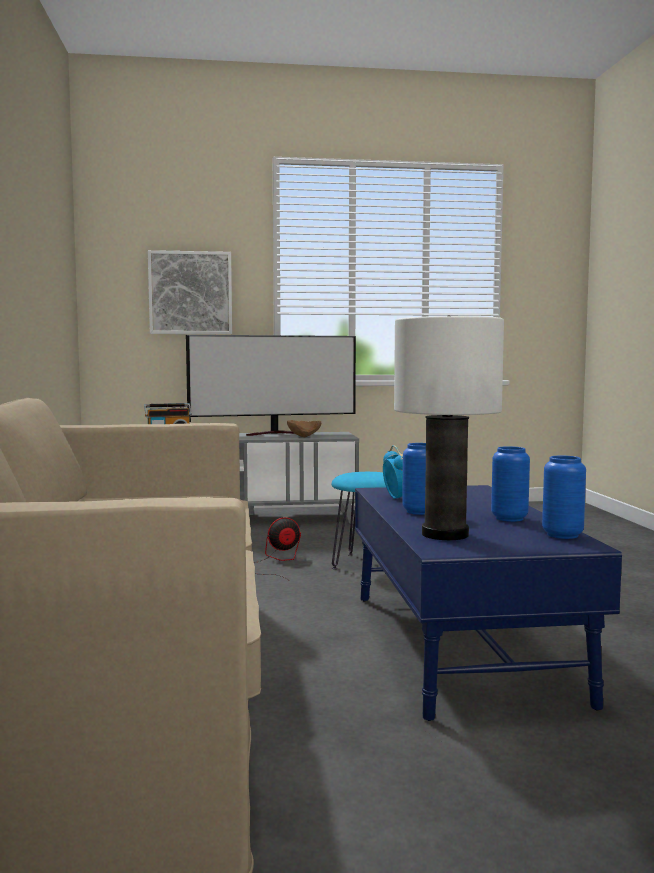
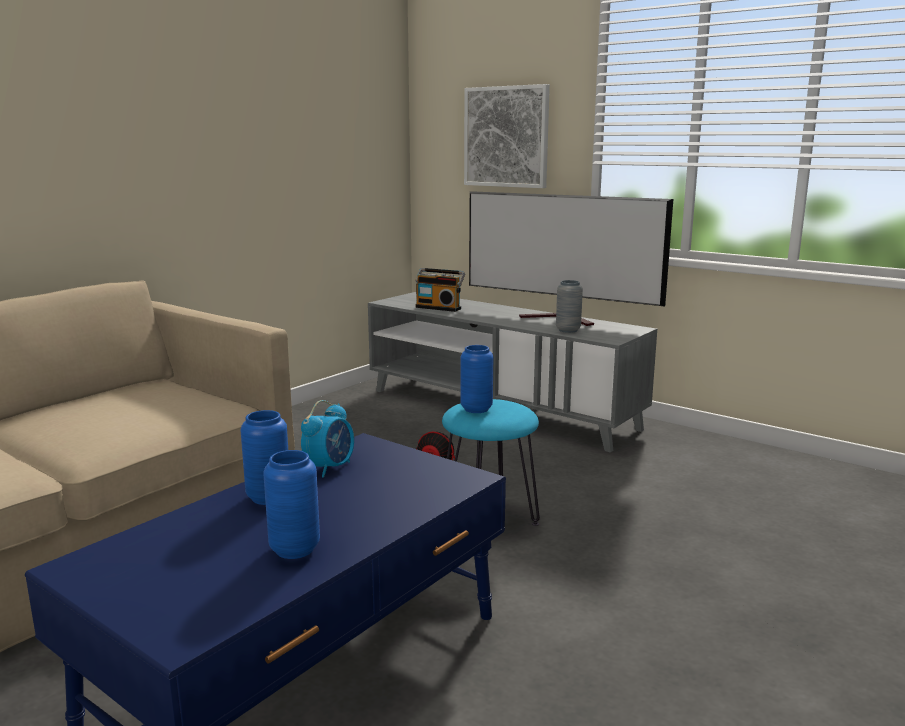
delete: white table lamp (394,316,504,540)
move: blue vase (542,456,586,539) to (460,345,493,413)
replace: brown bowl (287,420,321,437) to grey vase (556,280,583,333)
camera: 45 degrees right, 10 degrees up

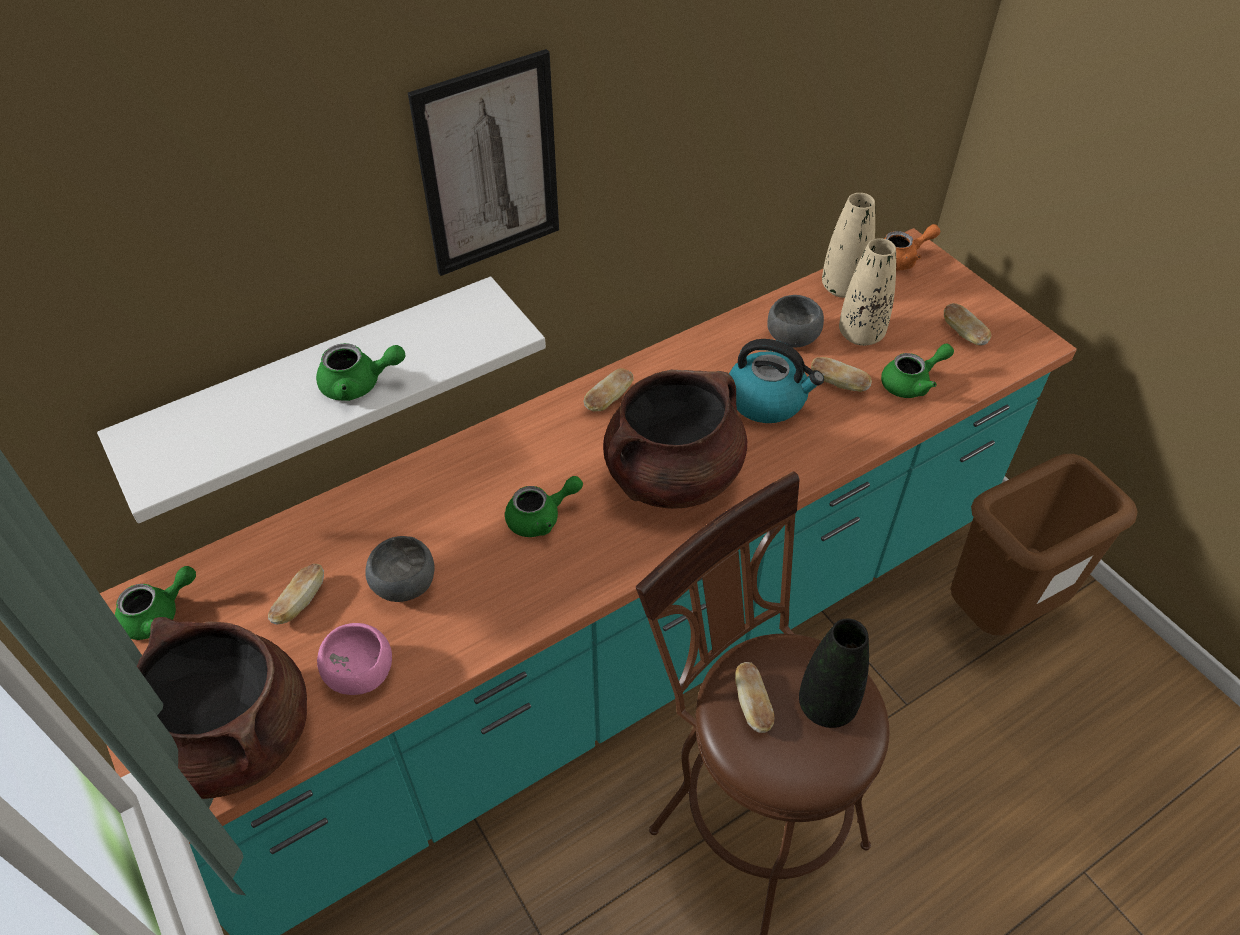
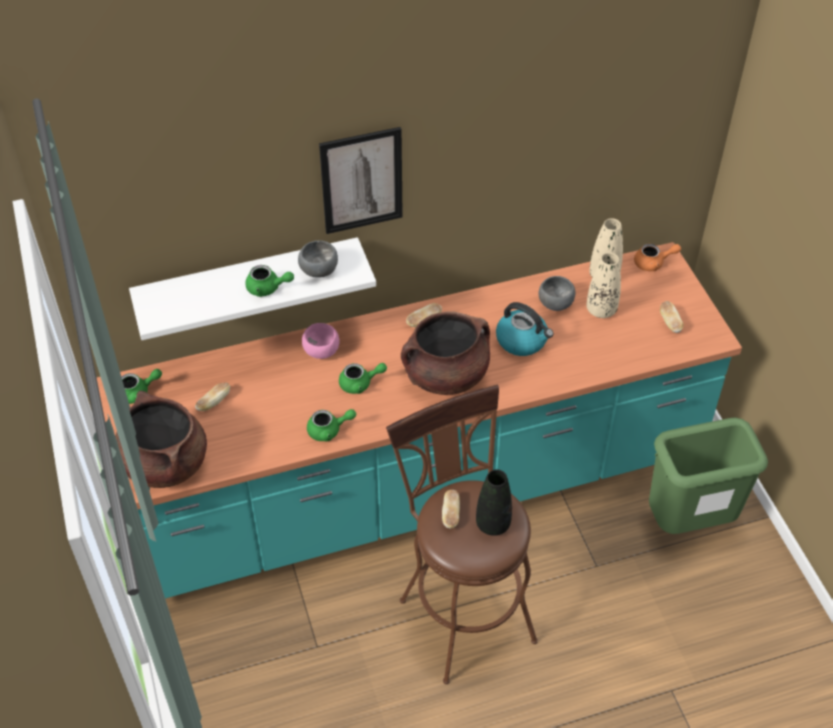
delete: bread (811,357,872,392)
move: pink bowl (317,623,392,695) to (302,323,340,359); grey bowl (365,536,435,602) to (298,240,338,278); green teapot (881,343,954,398) to (307,409,356,442)
recolor: brown trash can (951,454,1138,635) to green trash can (649,418,768,534)
camera: 15 degrees right, 0 degrees up

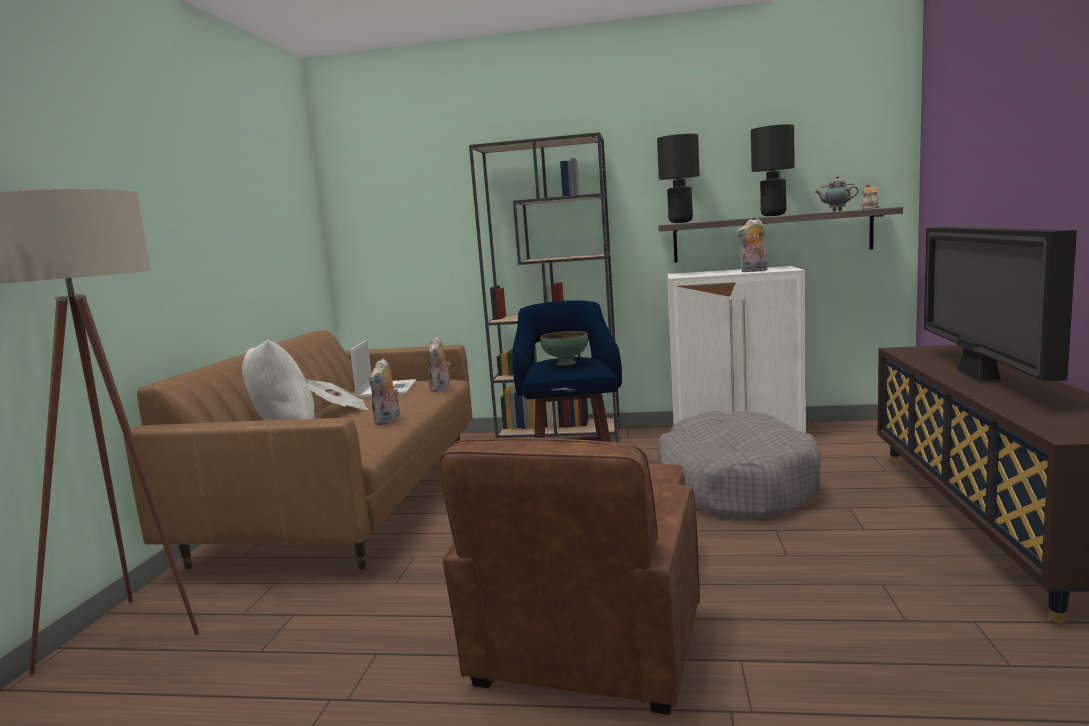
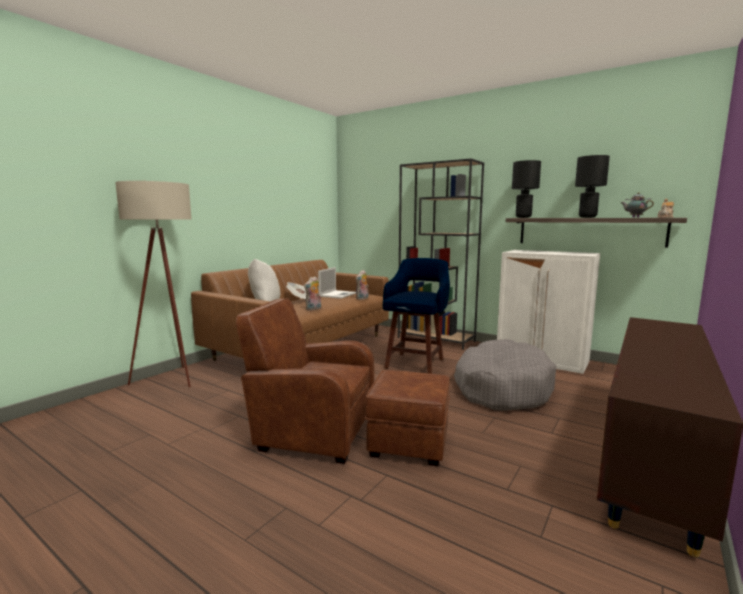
delete: green bowl (540,331,588,366); plush toy (736,218,768,272); television (924,227,1077,384)
rotate: brown armchair (438,438,700,715) = (236,298,450,466) 60 degrees clockwise
camera: 25 degrees right, 0 degrees up

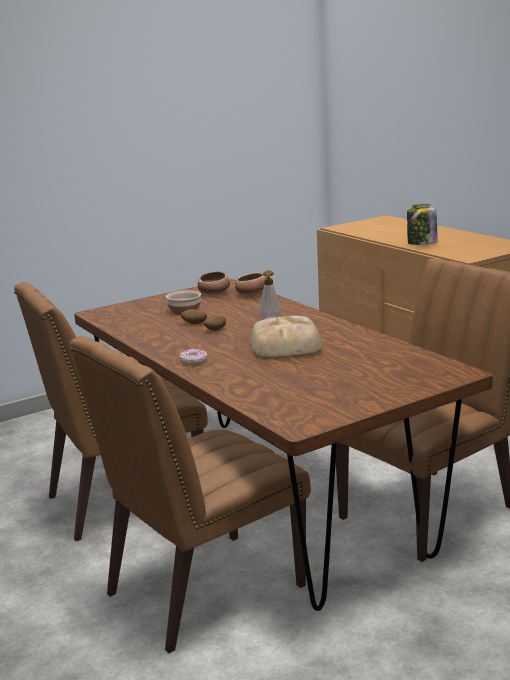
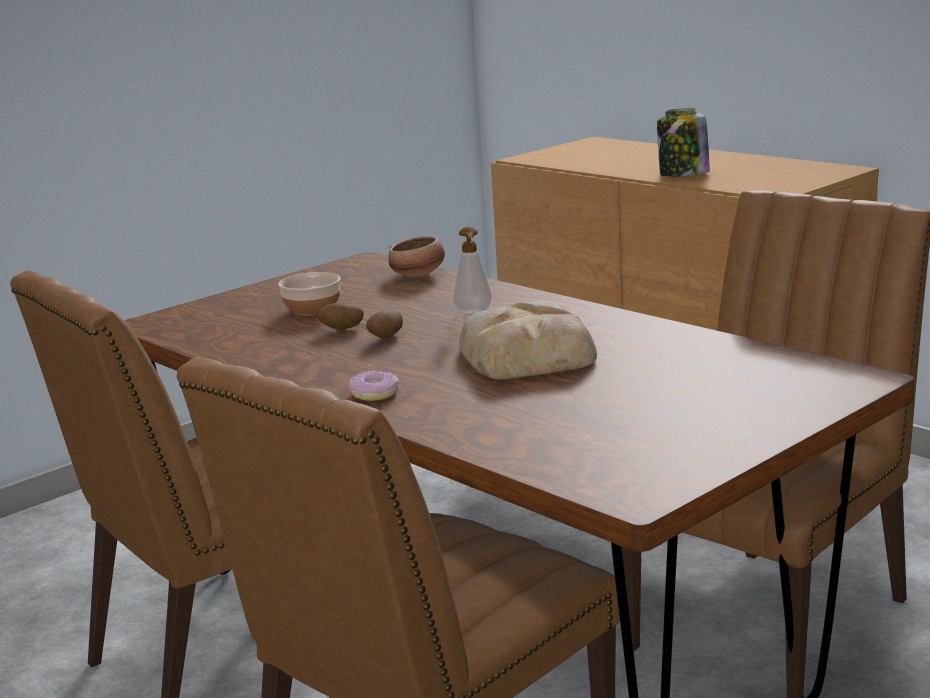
delete: bowl (198,271,230,295)
camera: 10 degrees left, 0 degrees up

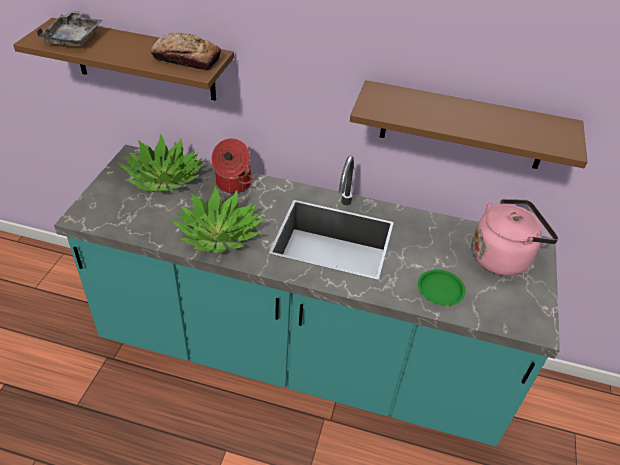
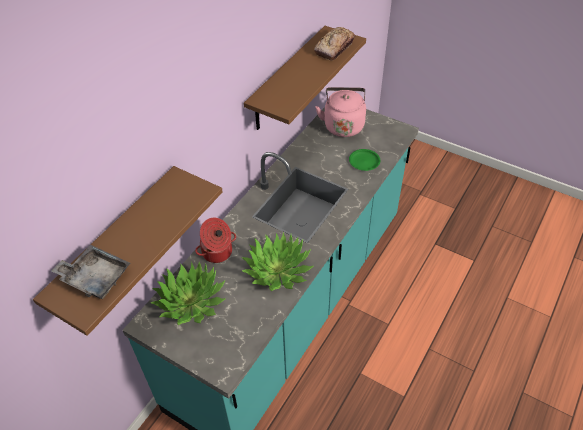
move: bread (151,32,221,71) to (314,27,355,61)
camera: 70 degrees left, 5 degrees up

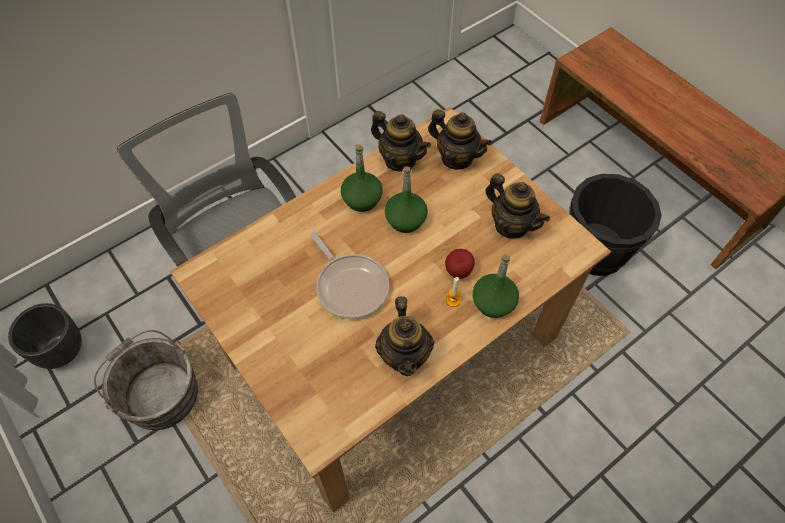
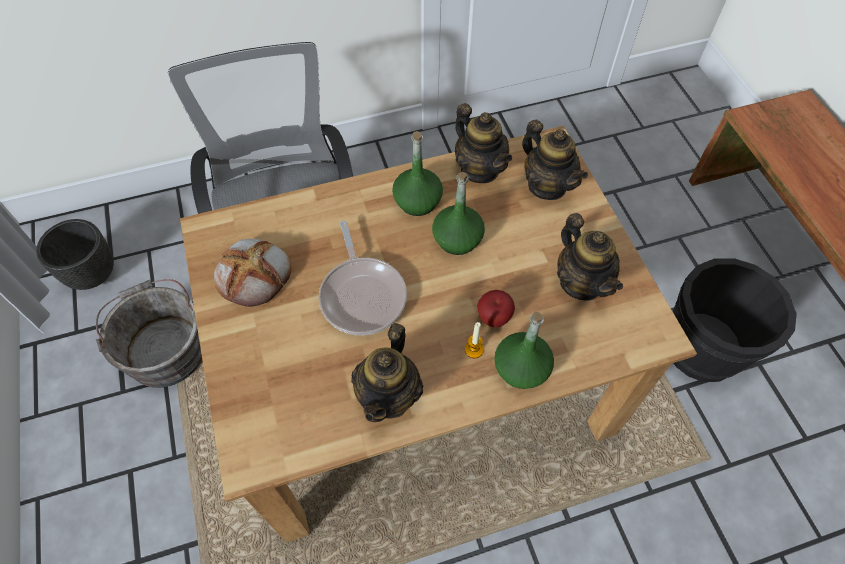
insert: bread (214,239,291,307)
camera: 20 degrees right, 0 degrees up

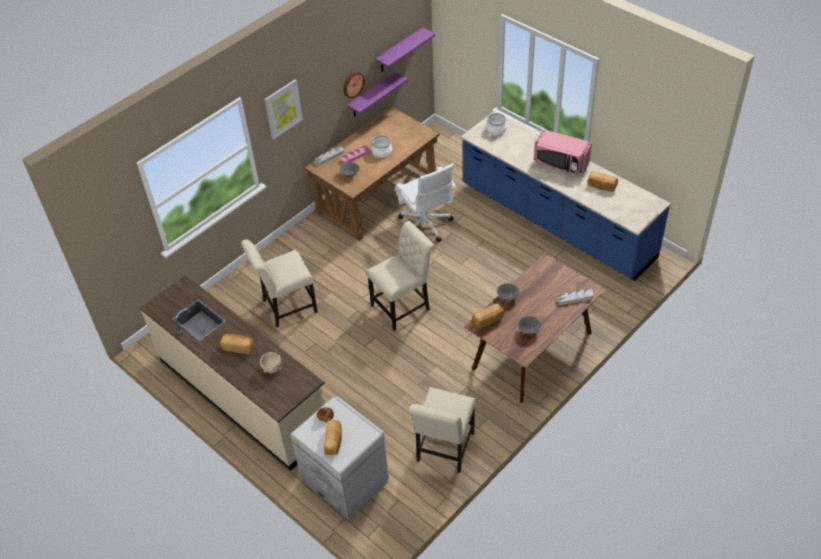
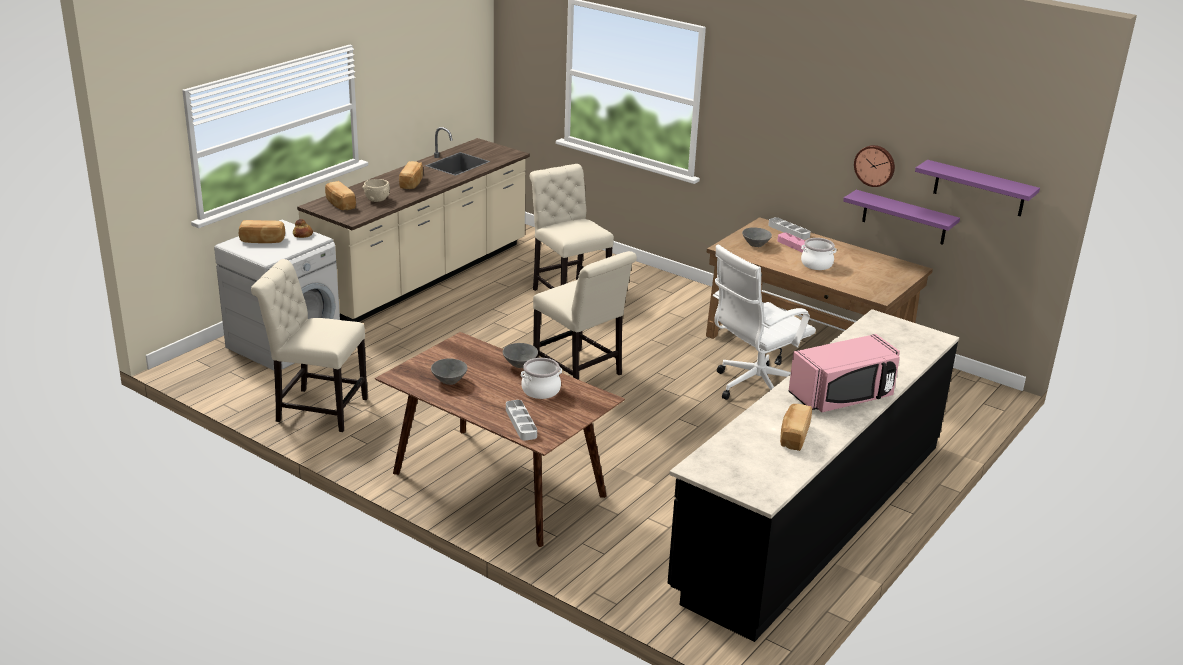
delete: picture (265,79,303,140)
move: bread (472,303,504,328) to (325,181,356,210); cooking pot (486,113,507,136) to (521,358,562,399)
recolor: blue counter (461,111,671,281) to black counter (668,309,959,642)
rotate: pink microwave (534,129,592,174) = (789,334,900,412) 135 degrees counterclockwise
camera: 80 degrees right, 20 degrees down

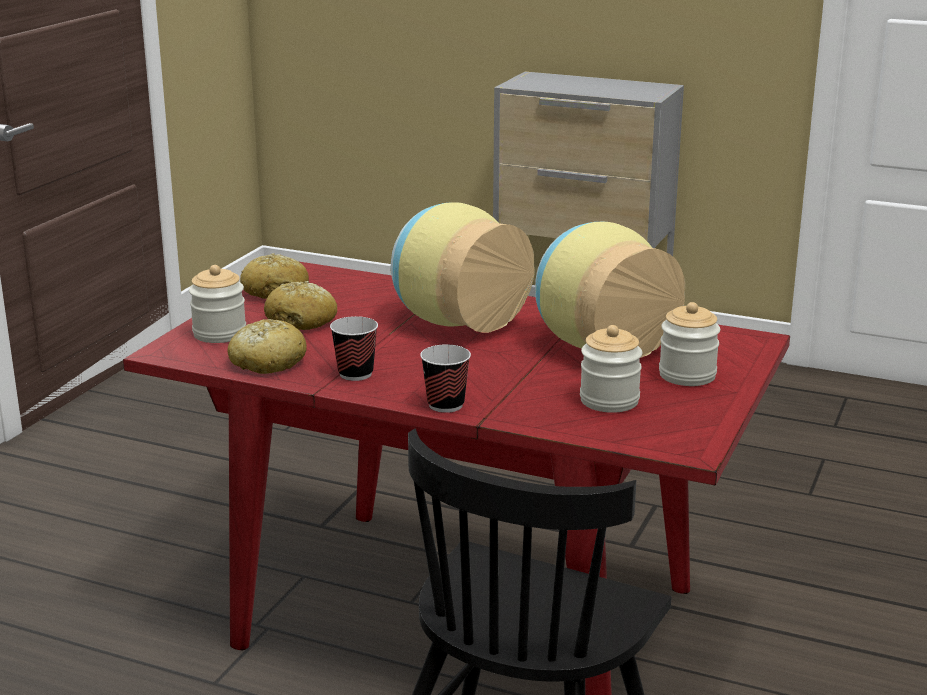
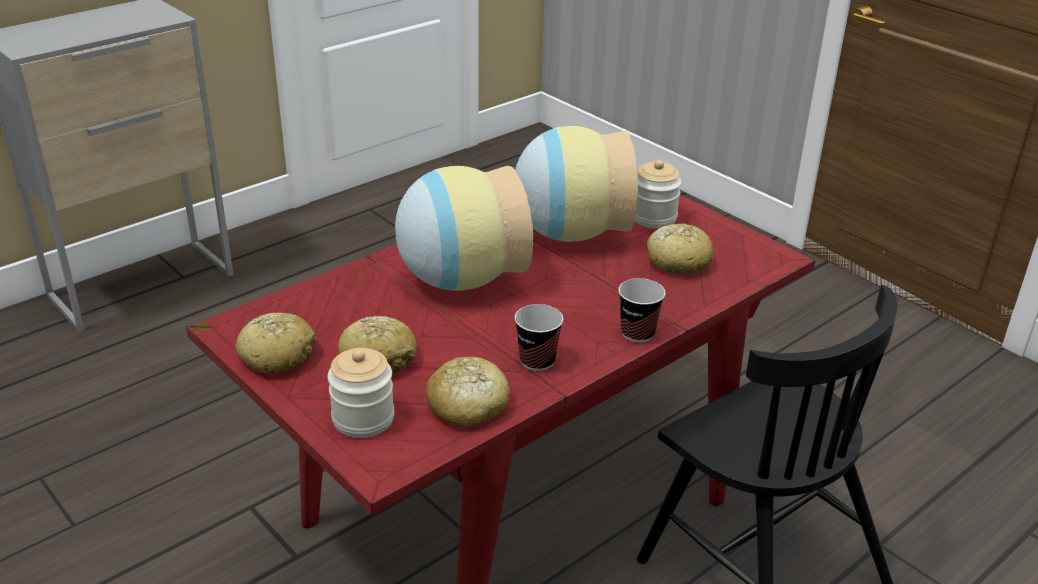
replace: jar (580,325,642,413) to bread (647,224,713,274)
camera: 65 degrees left, 10 degrees up

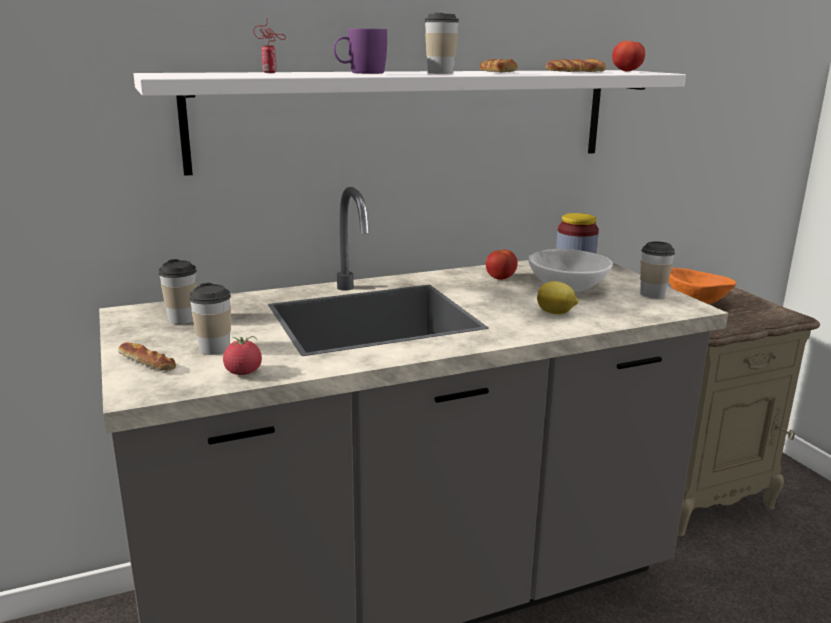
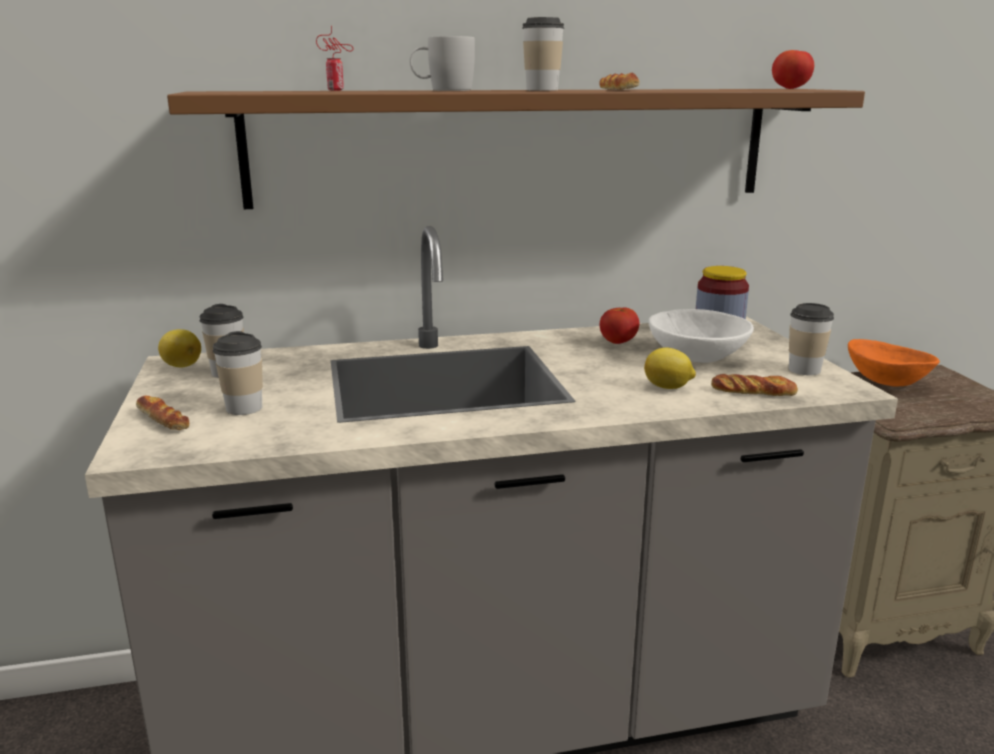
delete: tomato (223,336,262,375)
insert: lemon (158,329,201,367)
move: bread (546,59,606,72) to (711,374,798,396)
recolor: white shelf (133,70,686,176) to brown shelf (167,89,865,209); purple mug (333,29,387,74) to white mug (410,36,475,91)
camera: 10 degrees right, 0 degrees up

